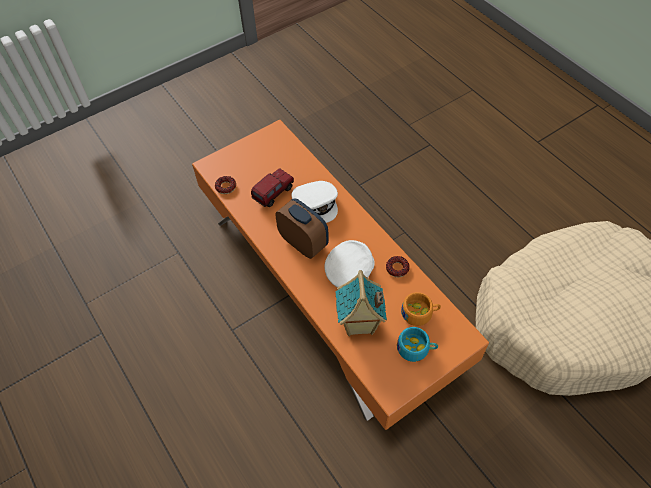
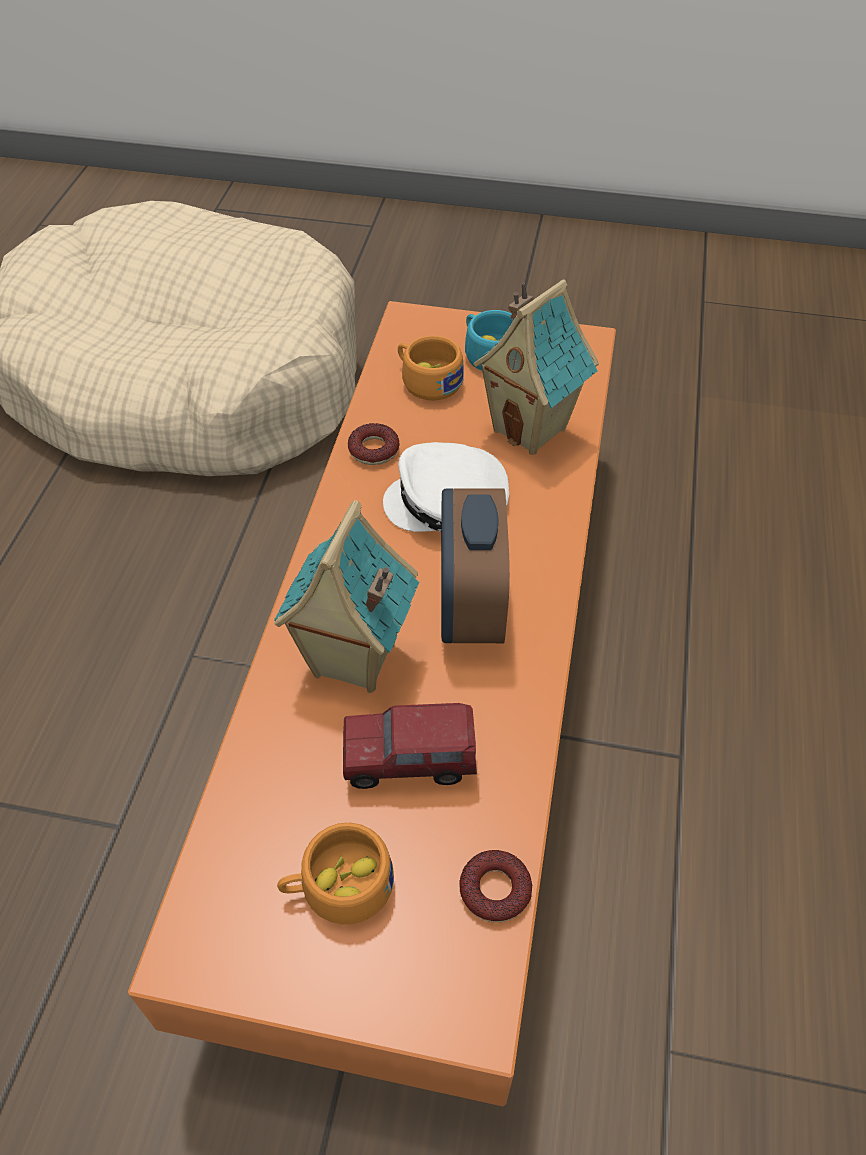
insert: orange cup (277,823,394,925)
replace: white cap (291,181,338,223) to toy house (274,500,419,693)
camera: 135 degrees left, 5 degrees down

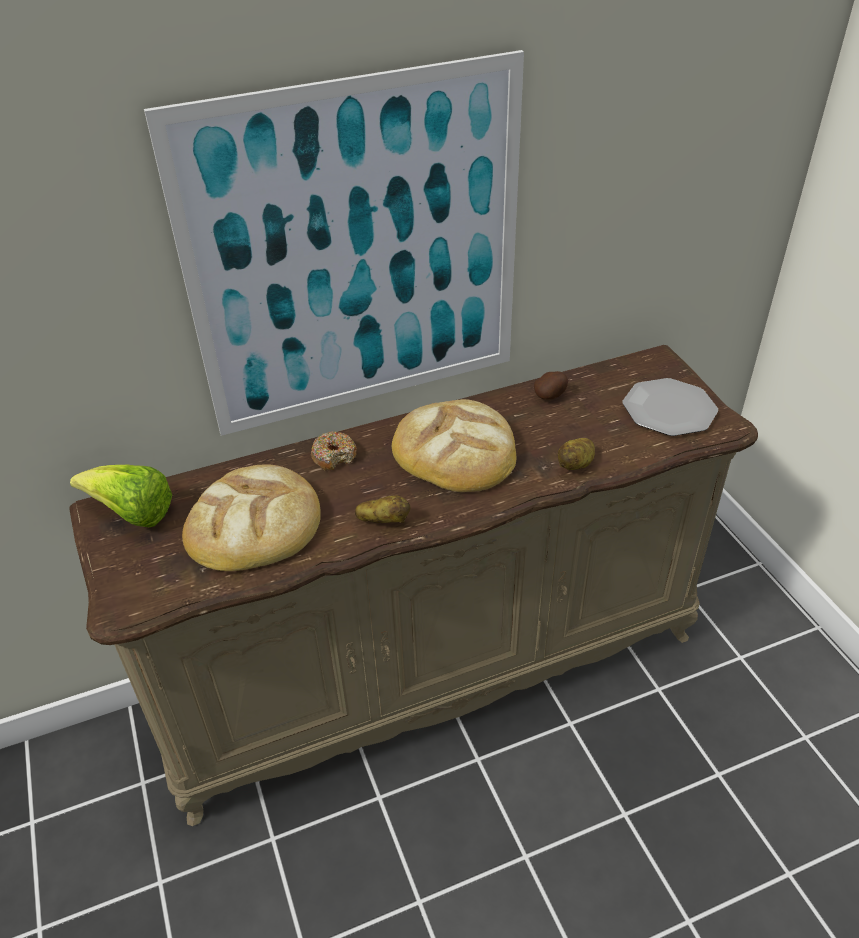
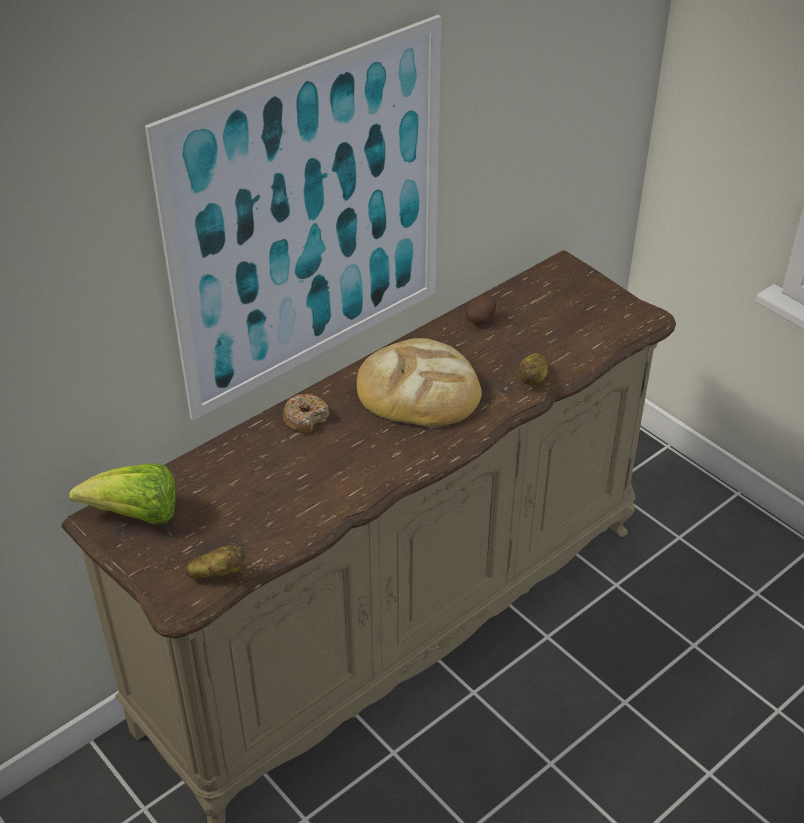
delete: bread (182,464,321,571); plate (623,378,718,436)
move: potato (355,495,410,523) to (186,545,245,579)
camera: 20 degrees left, 0 degrees up

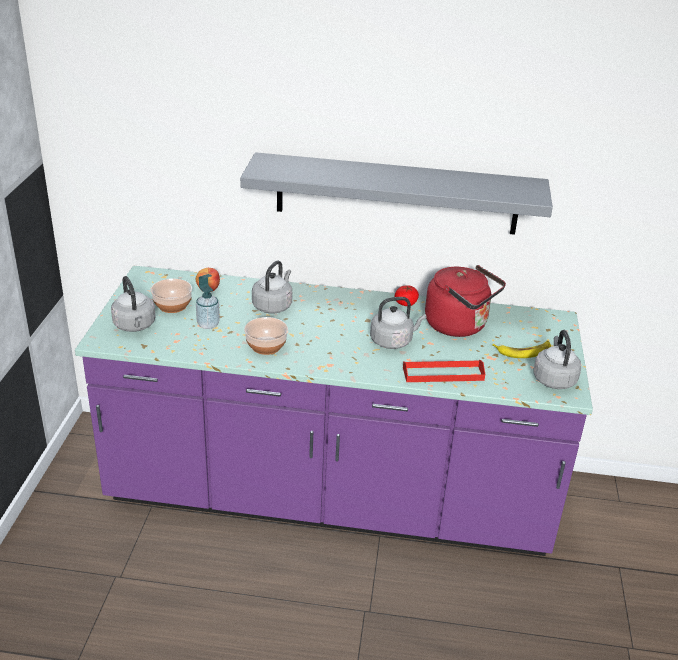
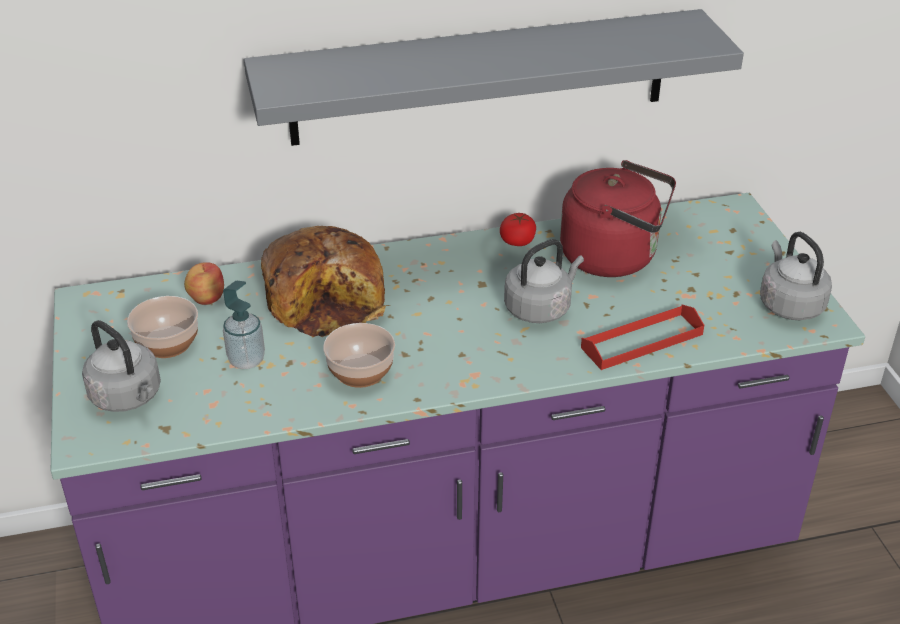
delete: banana (493,341,551,358)
replace: grey kettle (252,260,292,314) to bread (261,226,390,337)
camera: 20 degrees left, 5 degrees up

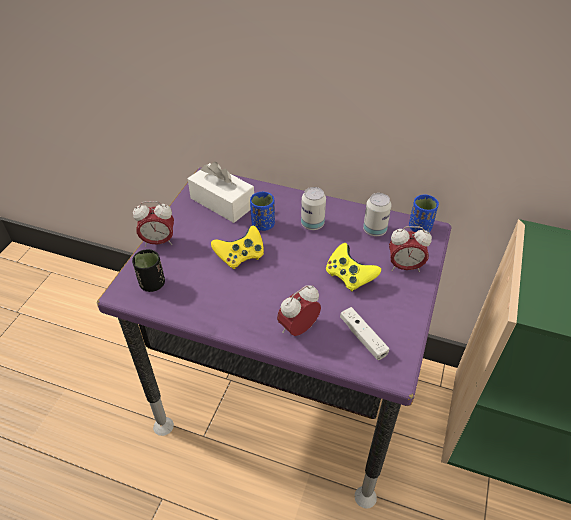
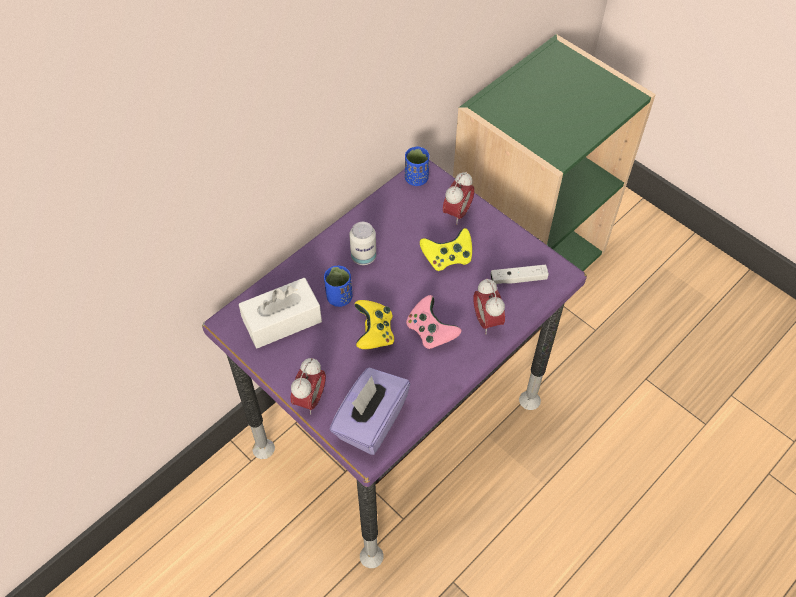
delete: can (363,193,392,236)
insert: pink game controller (406,295,462,349)
replace: black cup (132,249,165,292) to purple tissue box (330,367,410,455)
camera: 65 degrees left, 10 degrees up

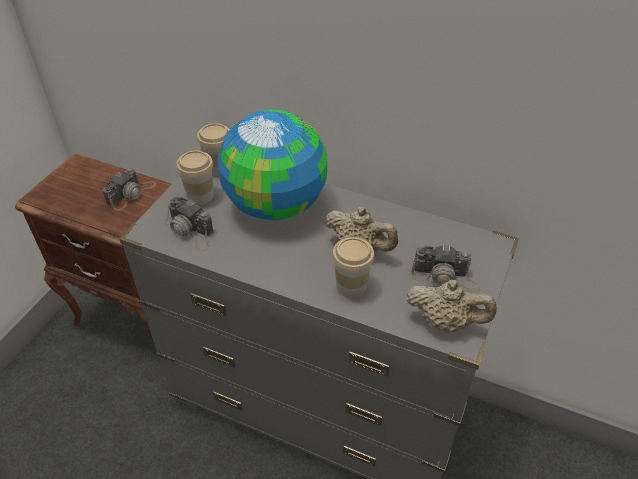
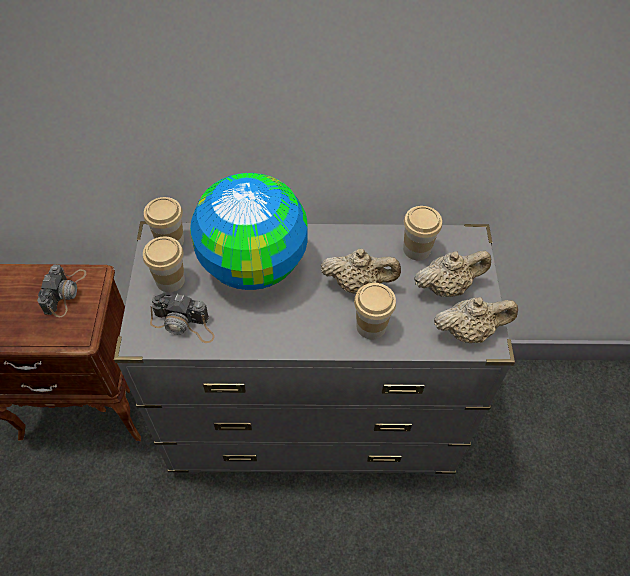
insert: cup (403,206,442,260)
replace: photo camera (411,245,481,293) to beige teapot (414,251,491,297)
camera: 25 degrees left, 10 degrees up

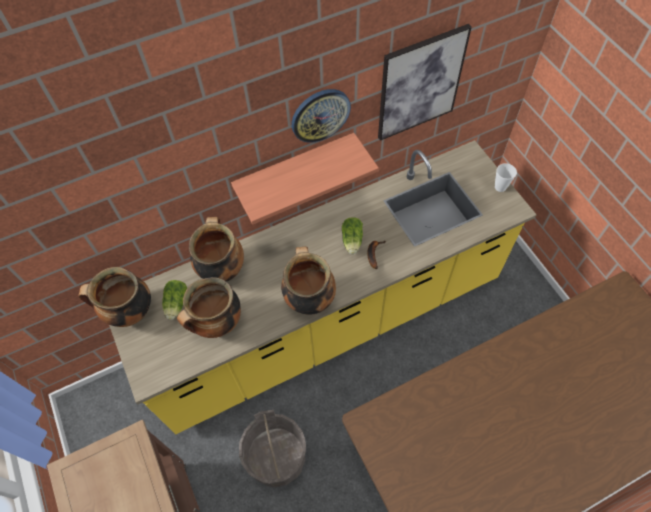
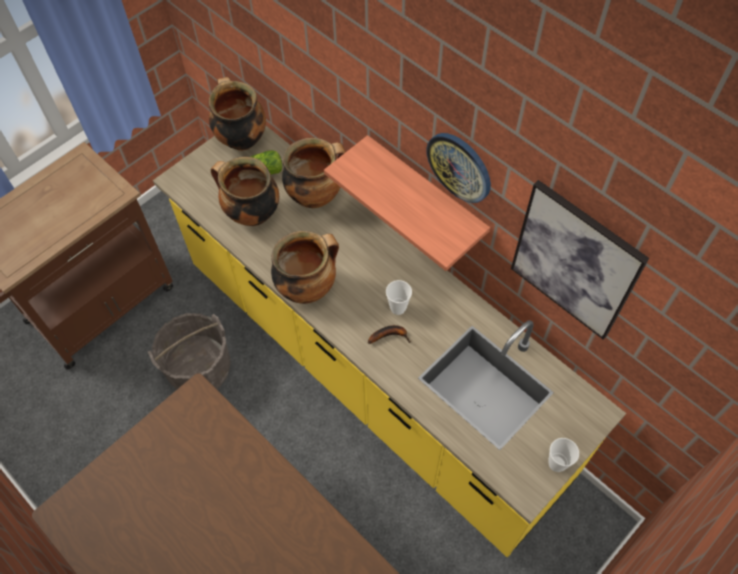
replace: lettuce (342,217,363,254) to cup (386,280,412,315)
camera: 70 degrees right, 0 degrees up

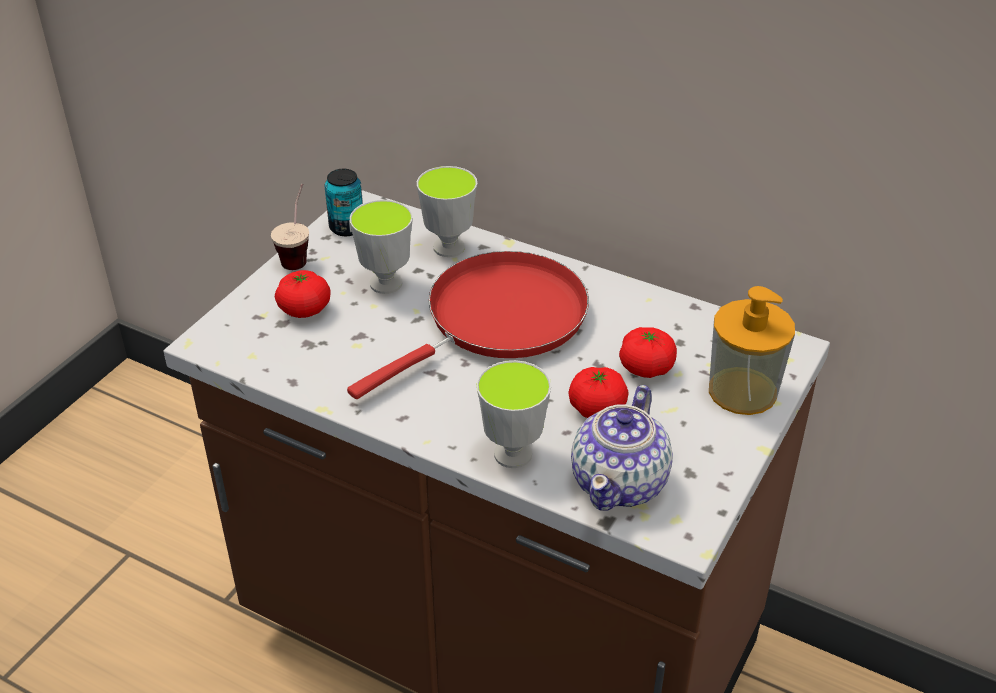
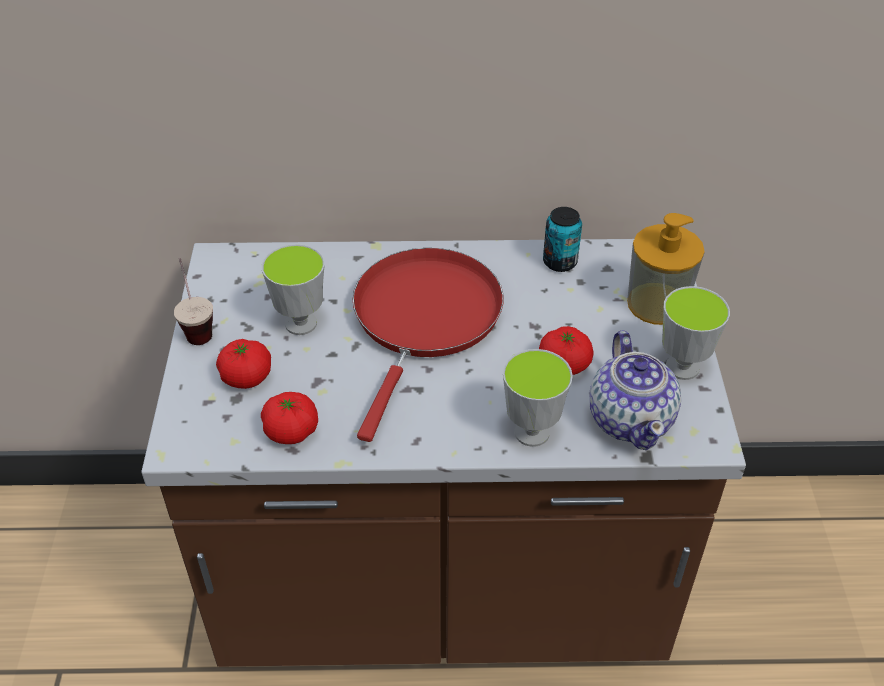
move: can (325,169,363,236) to (543,207,582,272); cup (417,166,477,257) to (662,286,730,380); tomato (619,327,677,378) to (261,392,318,444)
camera: 30 degrees left, 5 degrees up

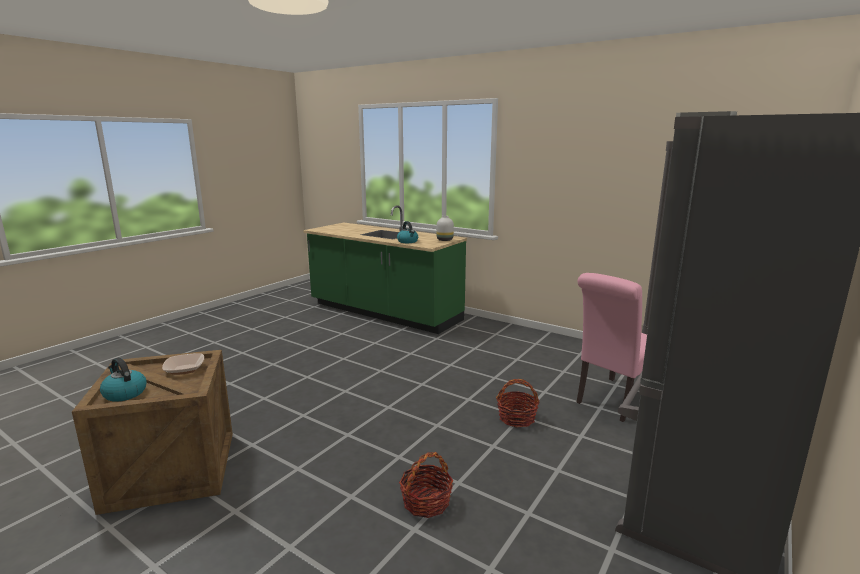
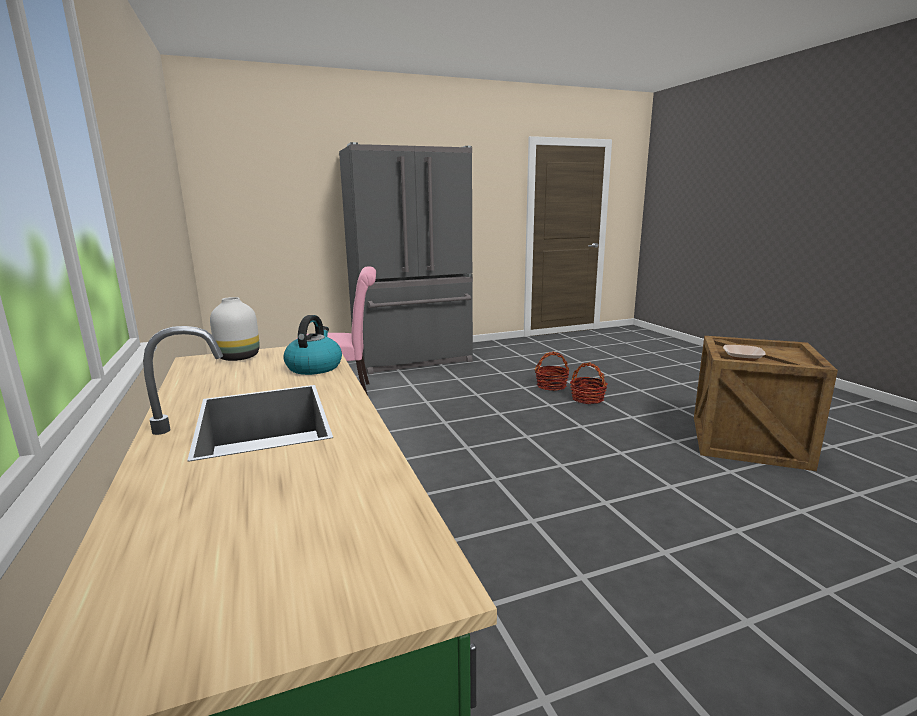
delete: kettle (100,358,147,402)
move: basket (496,379,540,427) to (570,362,607,404)
camera: 145 degrees left, 0 degrees up

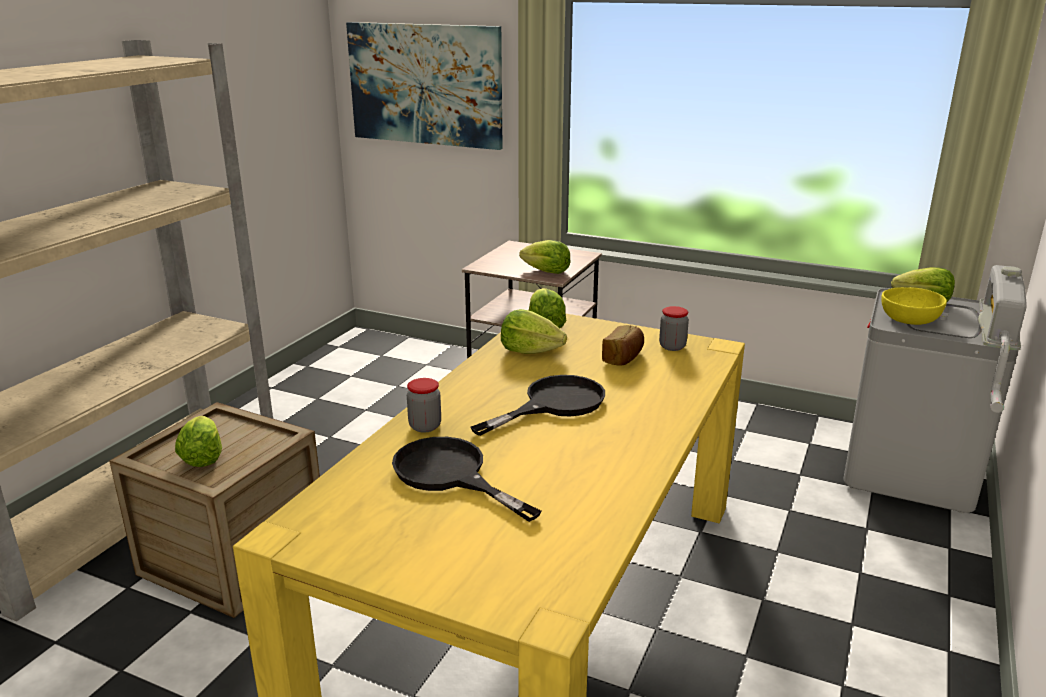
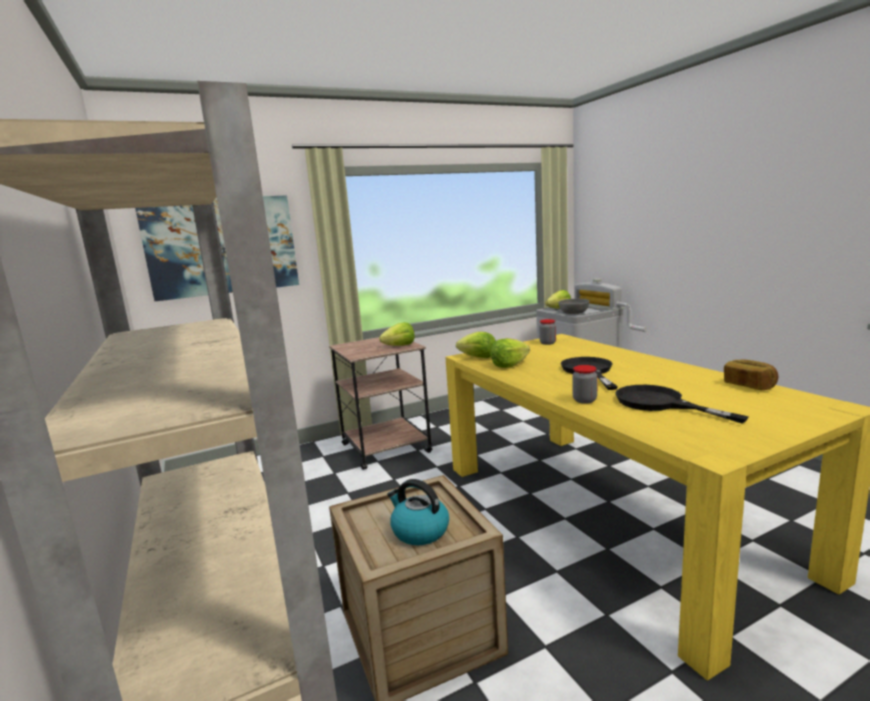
move: bread (602,325,644,365) to (724,360,778,390)
replace: lettuce (175,416,222,467) to kettle (387,479,449,545)
recolor: yellow bowl (881,287,947,325) to grey bowl (559,299,589,314)
rotate: black frying pan (392,437,542,522) = (615,385,749,423) 60 degrees clockwise
camera: 50 degrees left, 10 degrees down

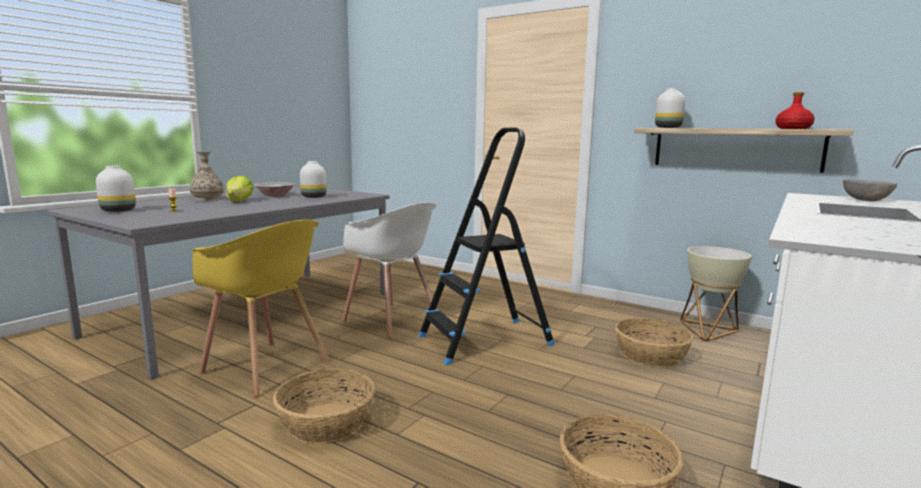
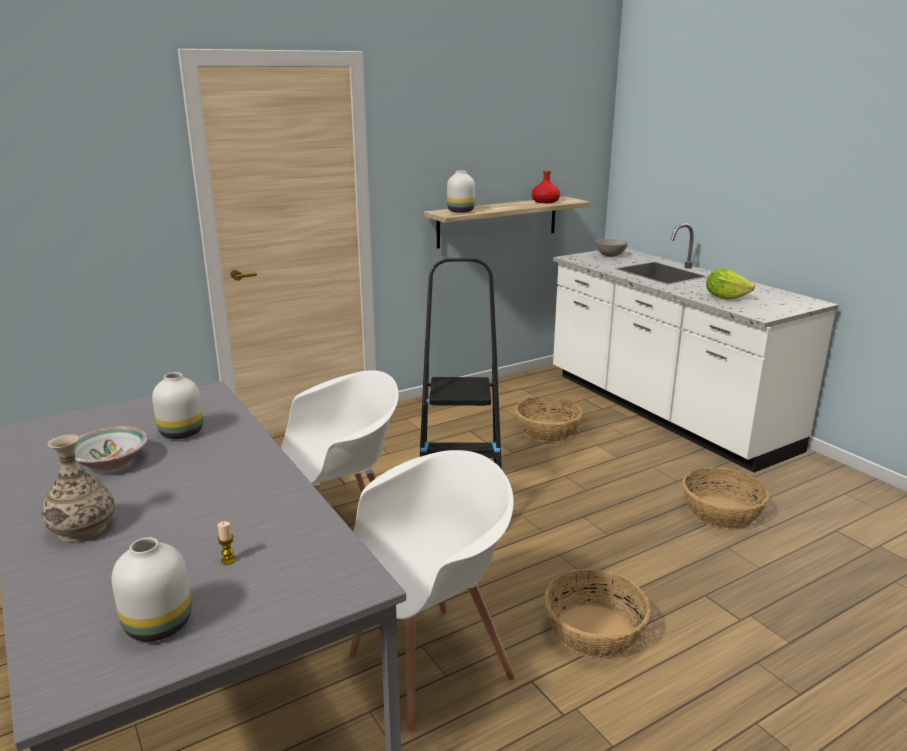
delete: planter (680,246,752,341)
move: lettuce (226,175,254,202) to (706,268,755,300)
recolor: yellow chair (193,220,329,397) to white chair (349,450,515,732)
camera: 65 degrees left, 10 degrees up

